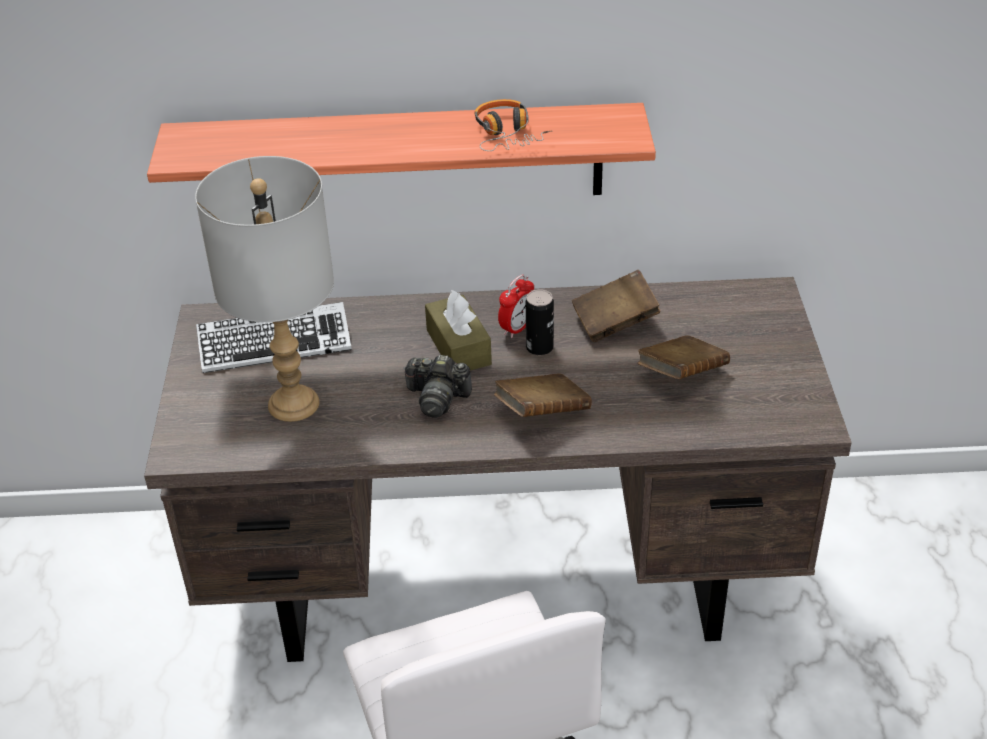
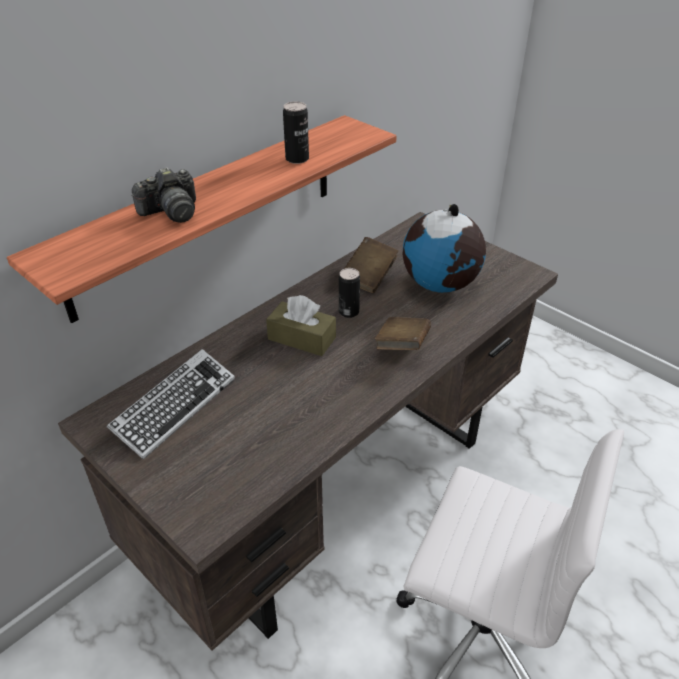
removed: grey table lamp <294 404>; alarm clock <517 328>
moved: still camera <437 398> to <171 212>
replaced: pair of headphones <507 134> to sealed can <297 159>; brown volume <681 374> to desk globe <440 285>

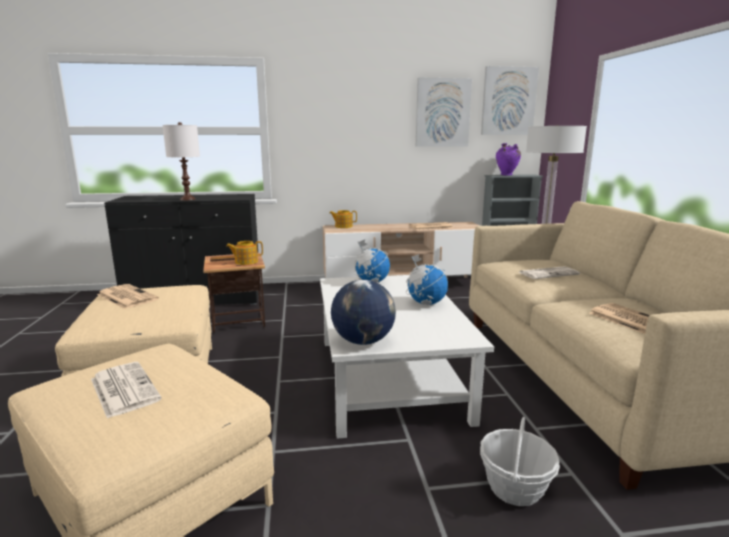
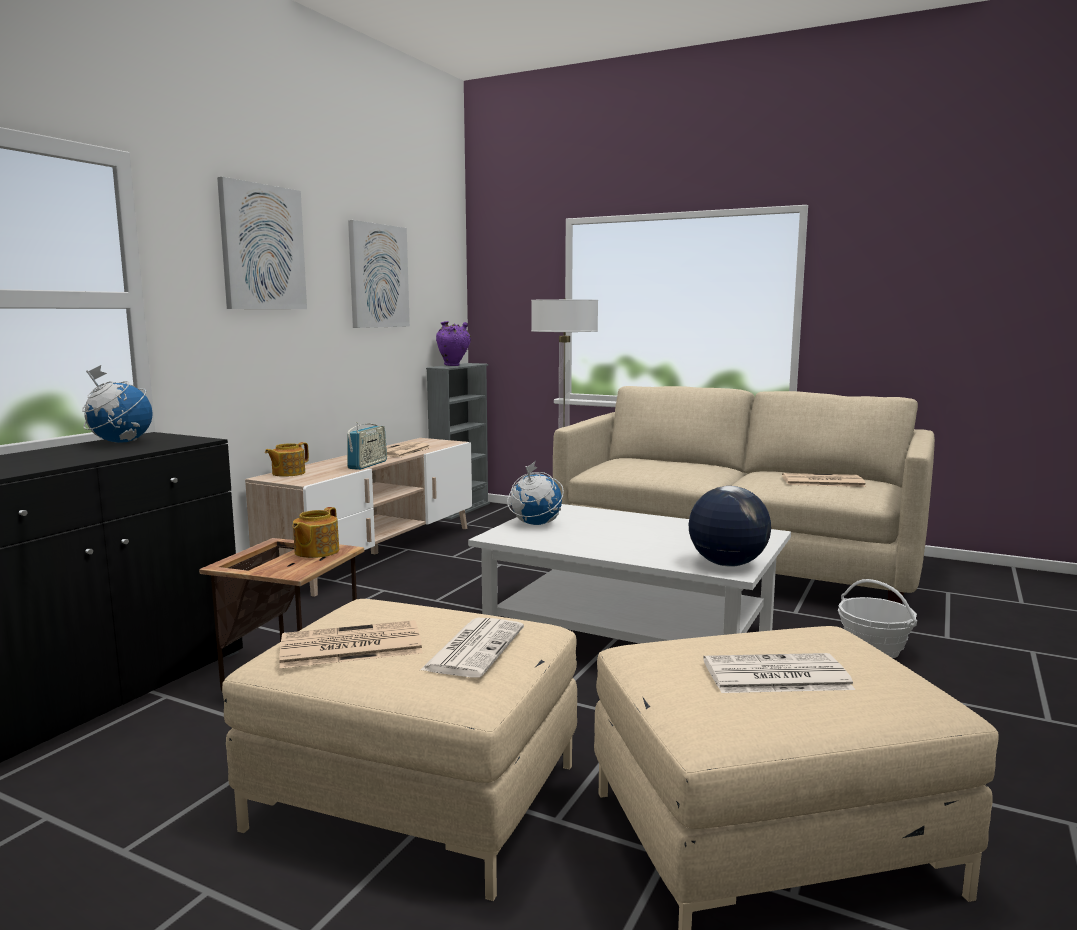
removed: white-coloured table lamp <188 199>
added: radio set <367 465>
moved: wall picture <508 101> to <262 247>; desk globe <426 303> to <120 442>; daily paper <548 273> to <474 648>

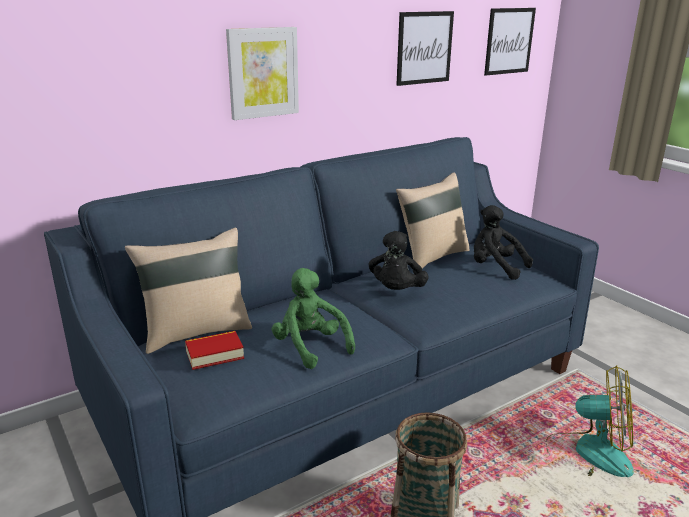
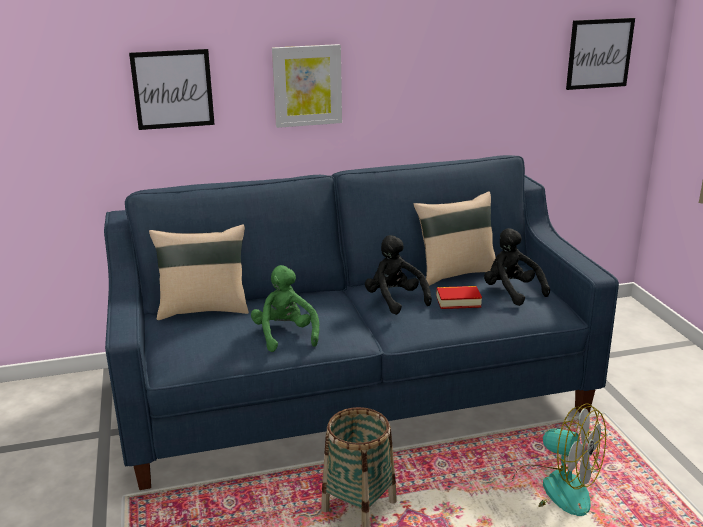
moved: wall picture <424 48> to <173 89>; volume <214 355> to <458 301>
turned: black-coloured soft toy <396 291> = <395 300> 120 degrees clockwise

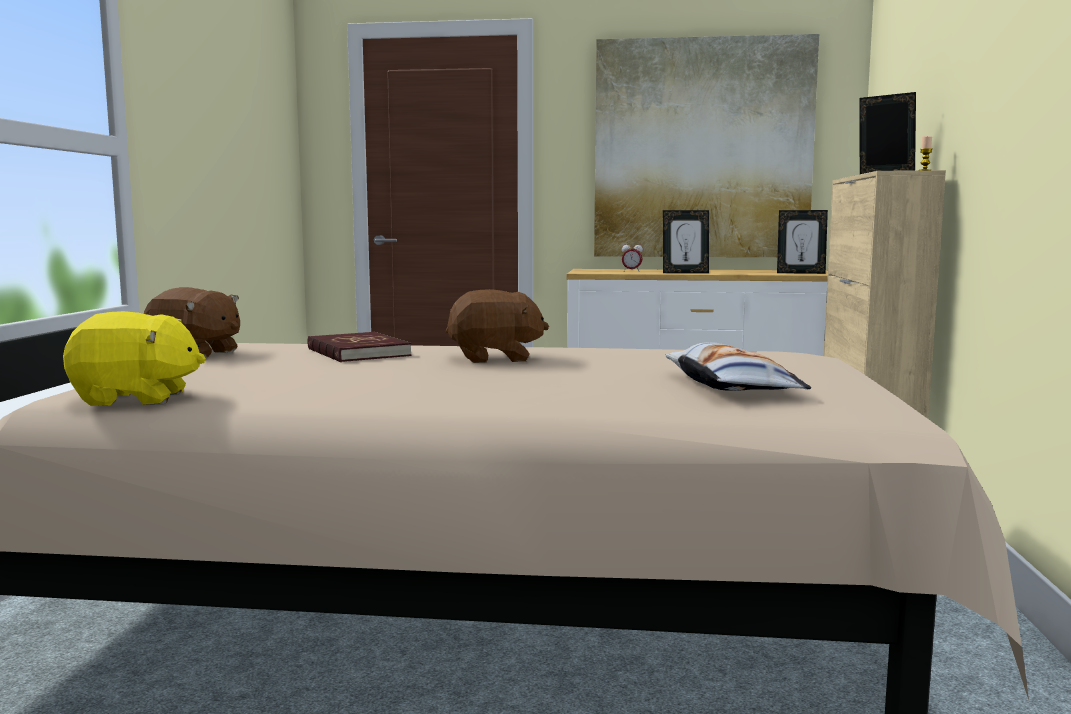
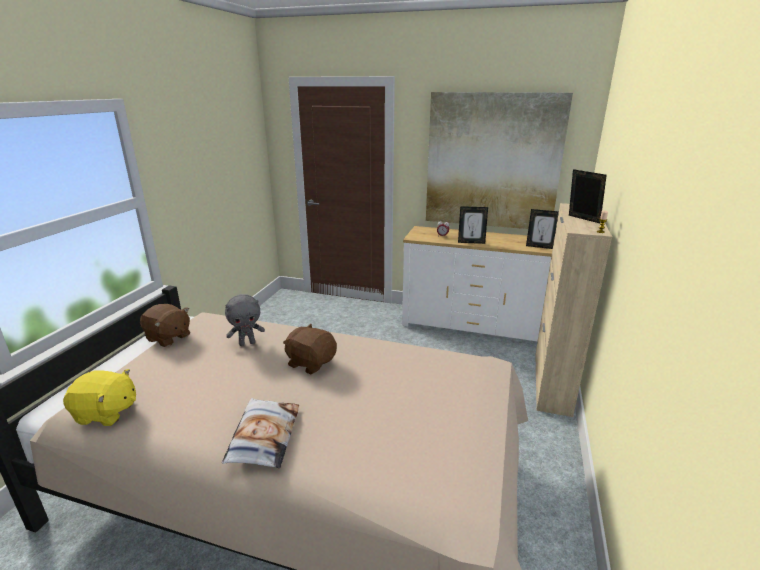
moved: throw pillow <730 385> to <264 437>
replaced: red-coloured volume <357 352> to grey soft toy <247 343>
turned: brown soft toy <495 358> = <311 363> 150 degrees counterclockwise

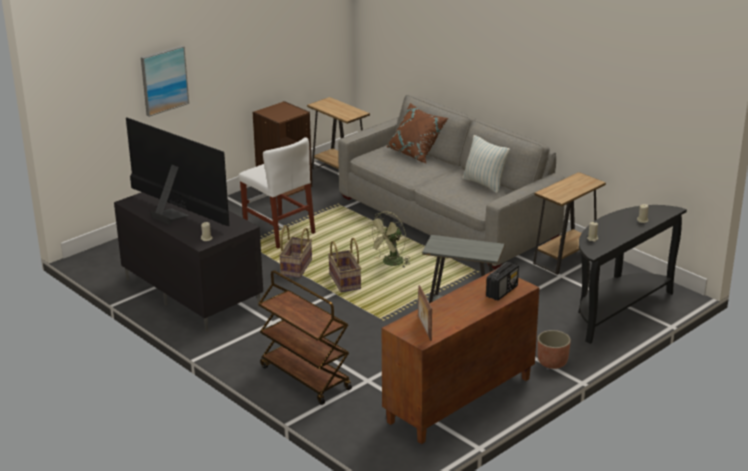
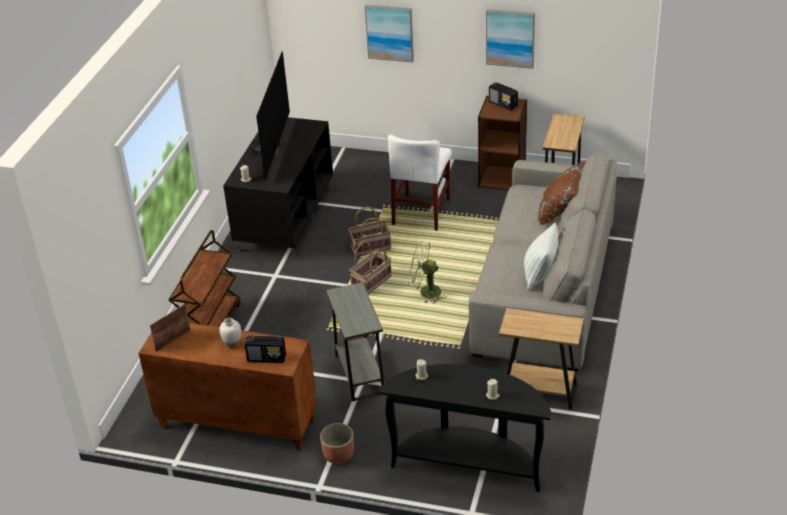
added: wall picture <510 38>; radio set <503 104>; white-coloured decorative vase <232 343>

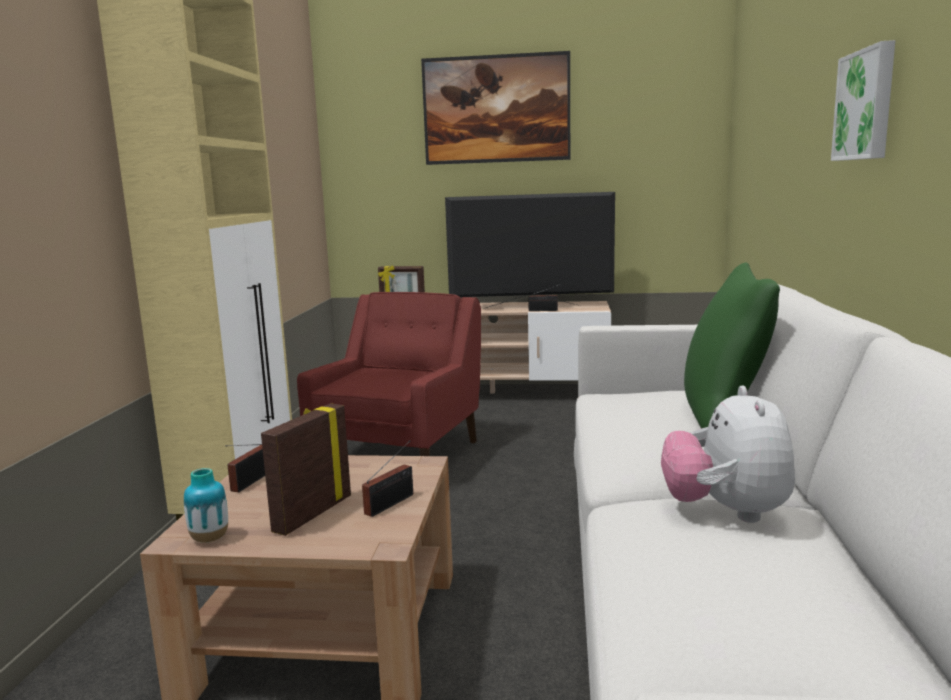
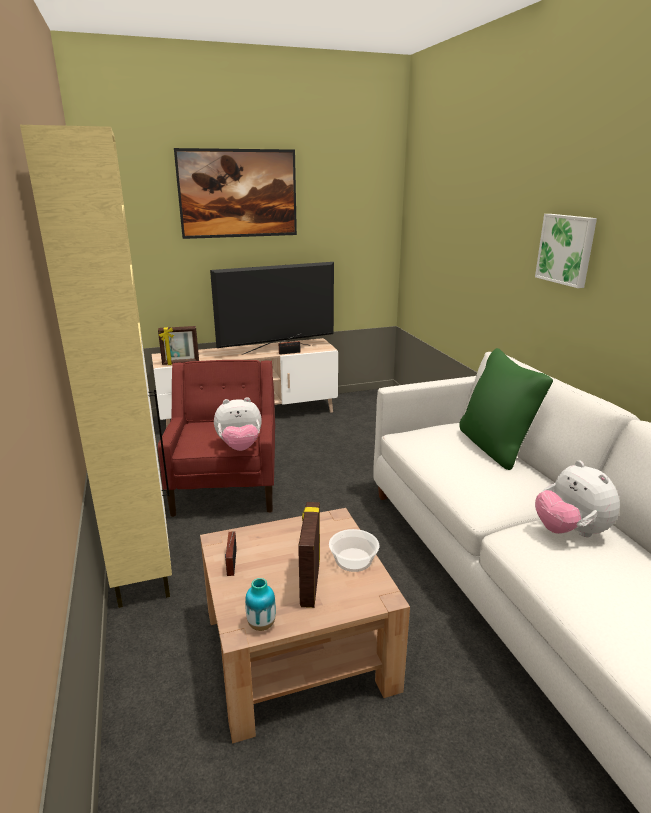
added: soft toy <240 447>
replaced: radio set <392 503> to bowl <353 559>

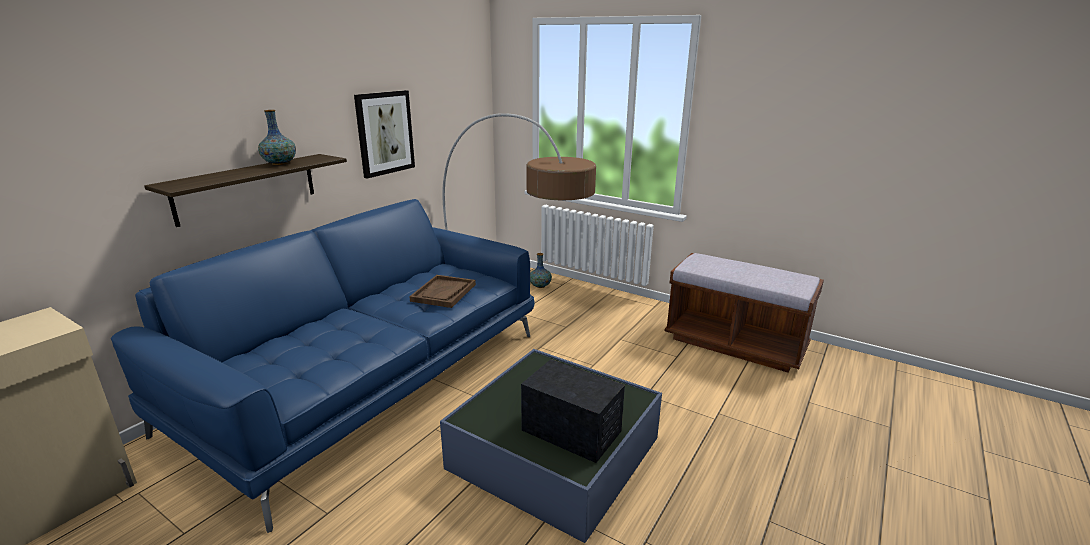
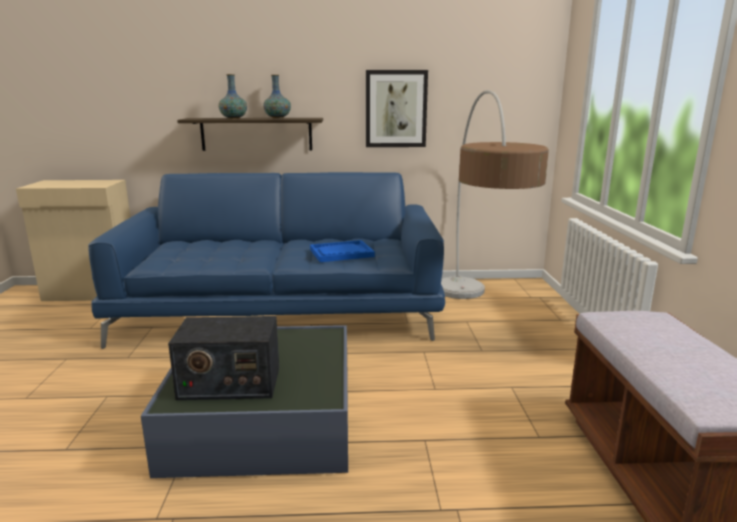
moved: decorative vase <540 286> to <233 118>
recoloured: brown carrying tray <444 293> to blue carrying tray <341 253>
turned: radio set <572 431> = <229 383> 90 degrees clockwise

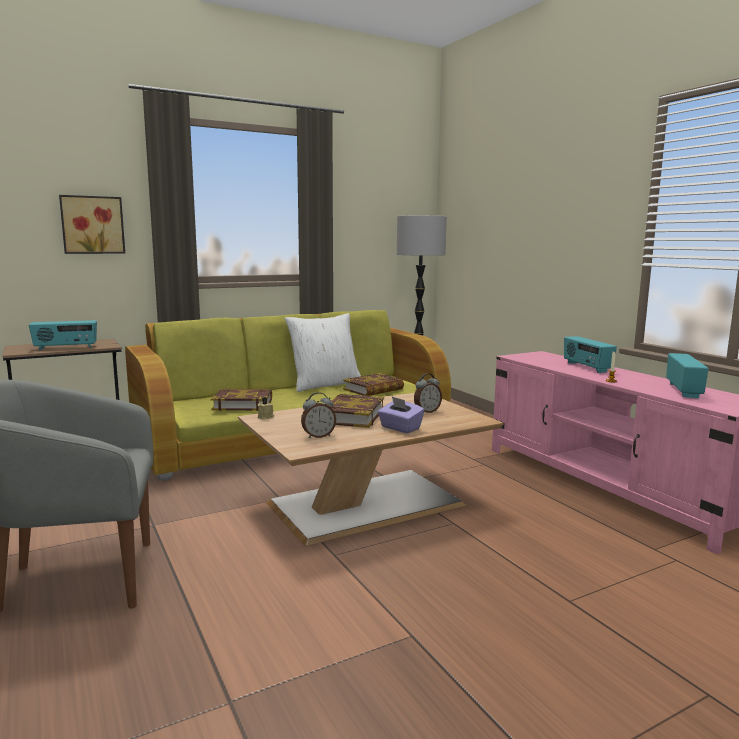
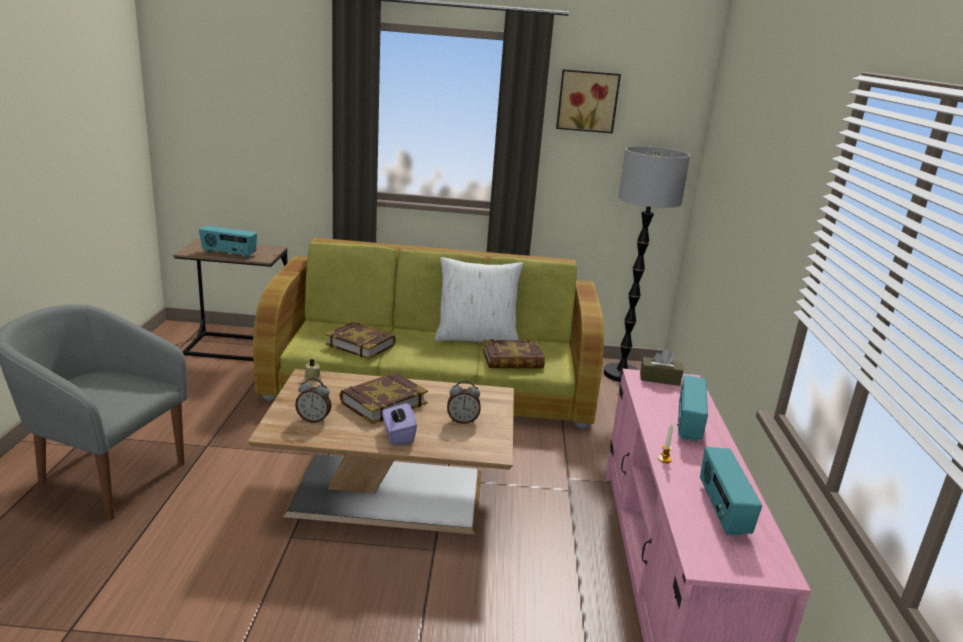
added: brown box of tissues <659 378>
moved: wall picture <92 225> to <587 101>
turned: radio set <684 390> = <722 510> 135 degrees clockwise

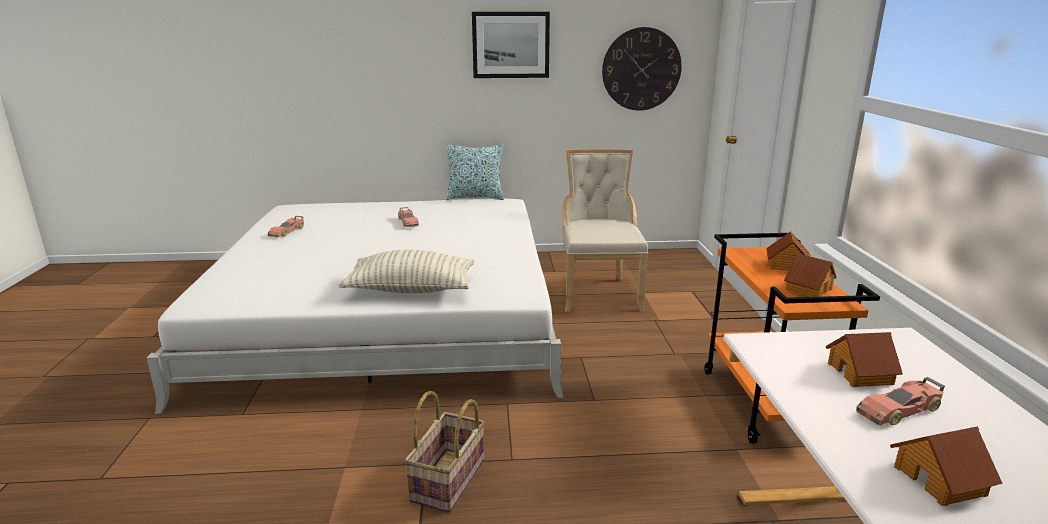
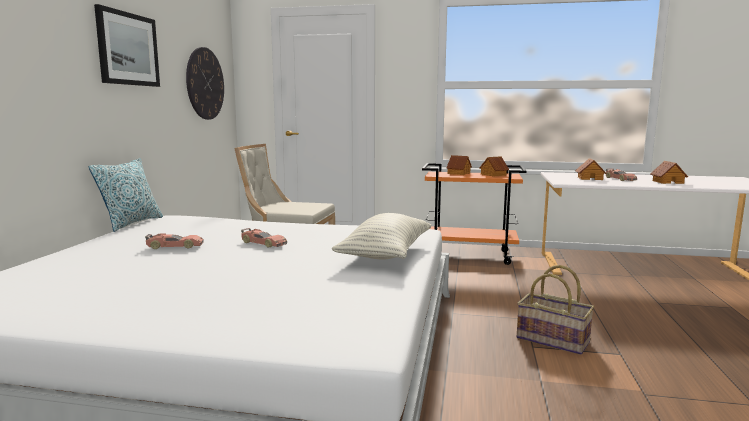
moved: model car <287 231> to <263 243>

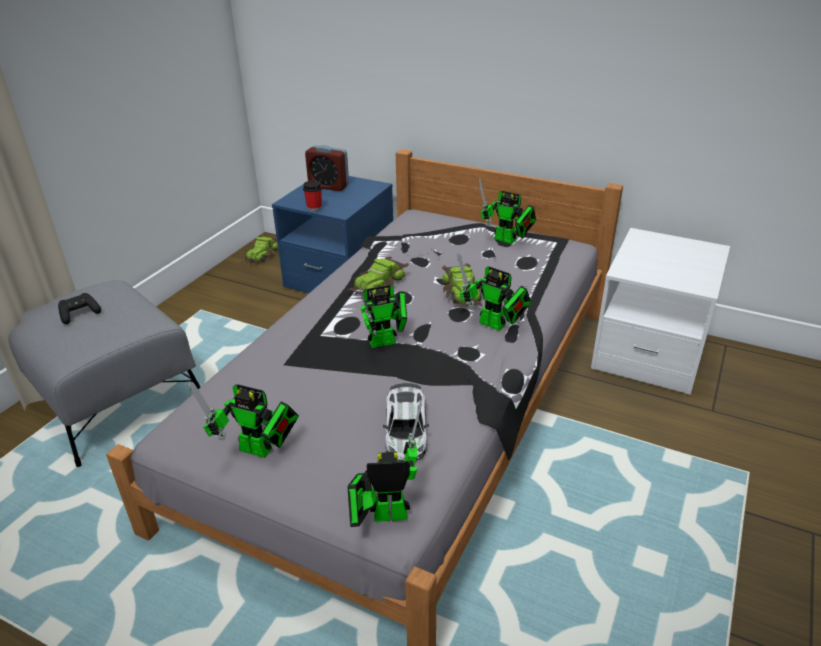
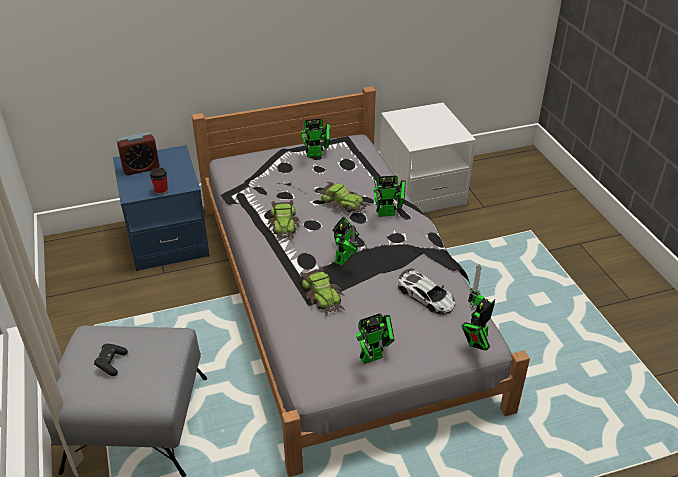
moved: model car <262 255> to <323 295>

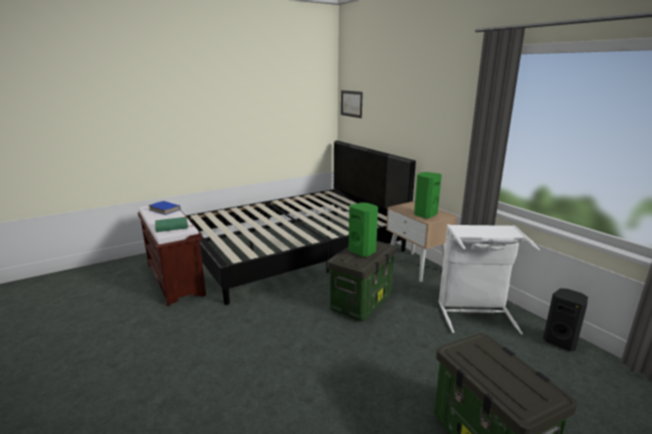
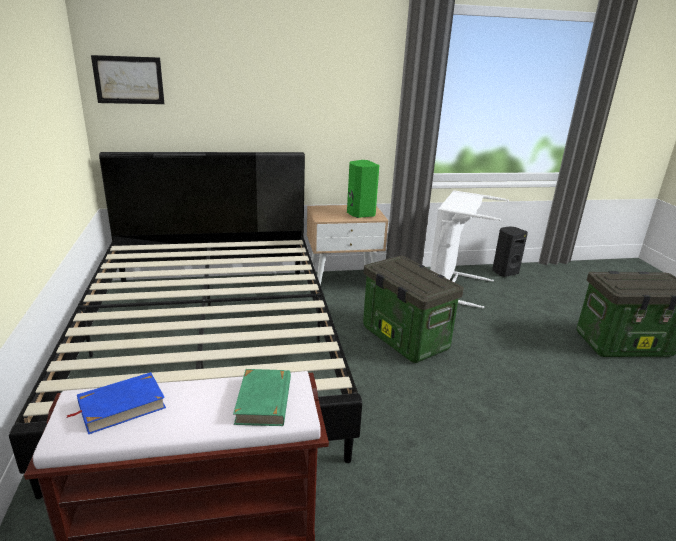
removed: green-coloured loudspeaker <363 251>

